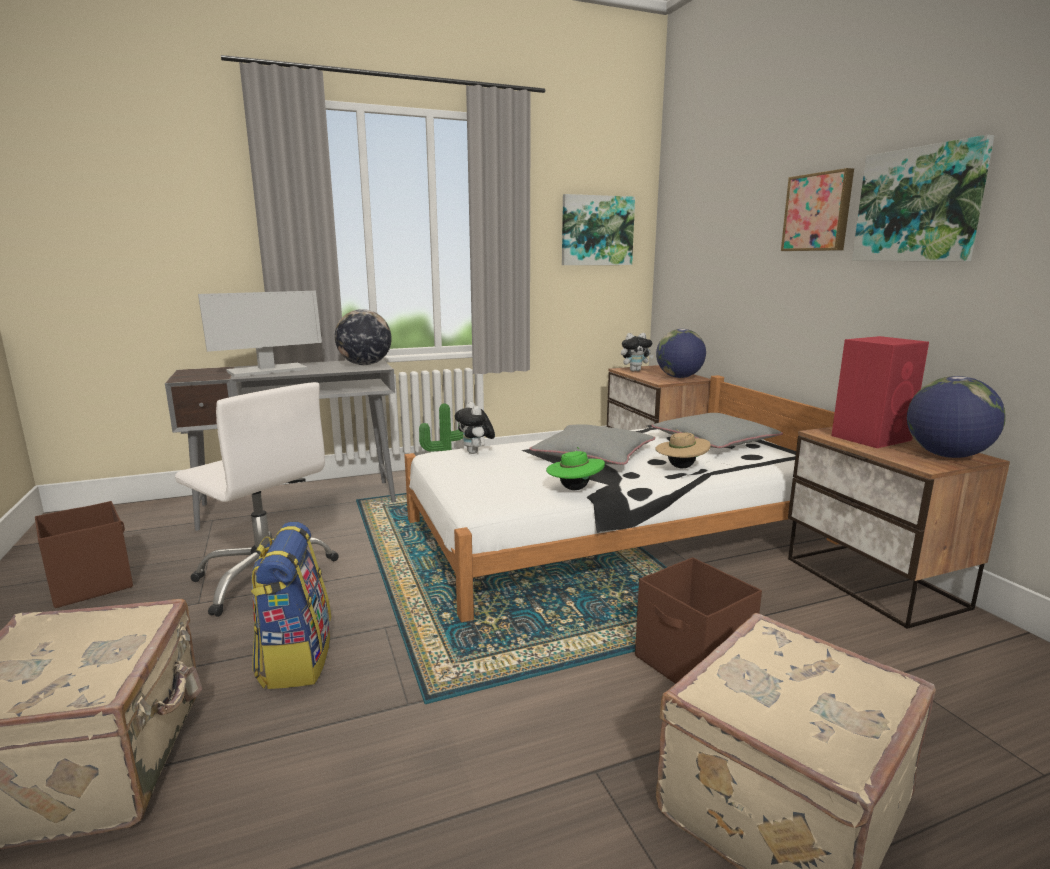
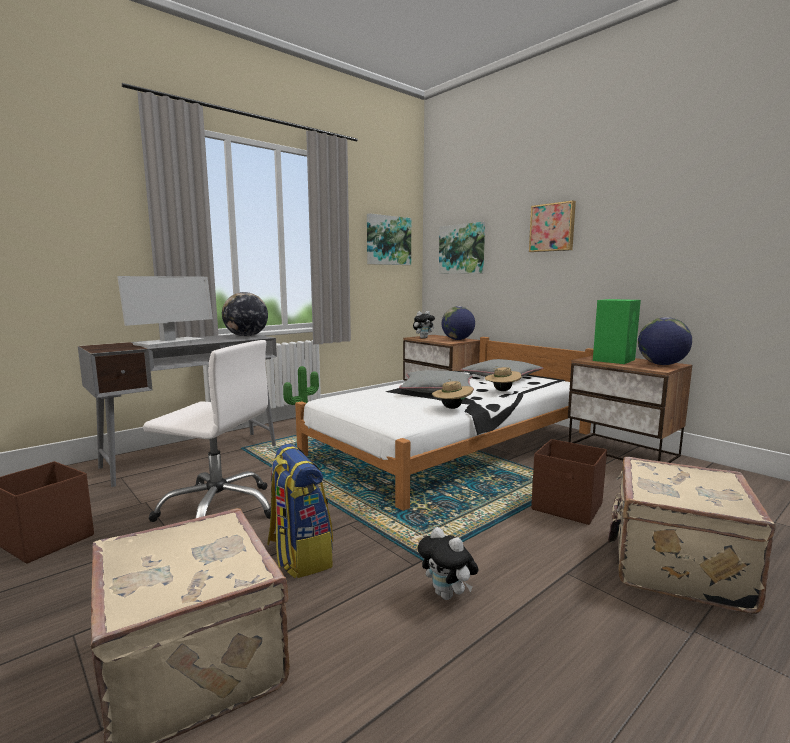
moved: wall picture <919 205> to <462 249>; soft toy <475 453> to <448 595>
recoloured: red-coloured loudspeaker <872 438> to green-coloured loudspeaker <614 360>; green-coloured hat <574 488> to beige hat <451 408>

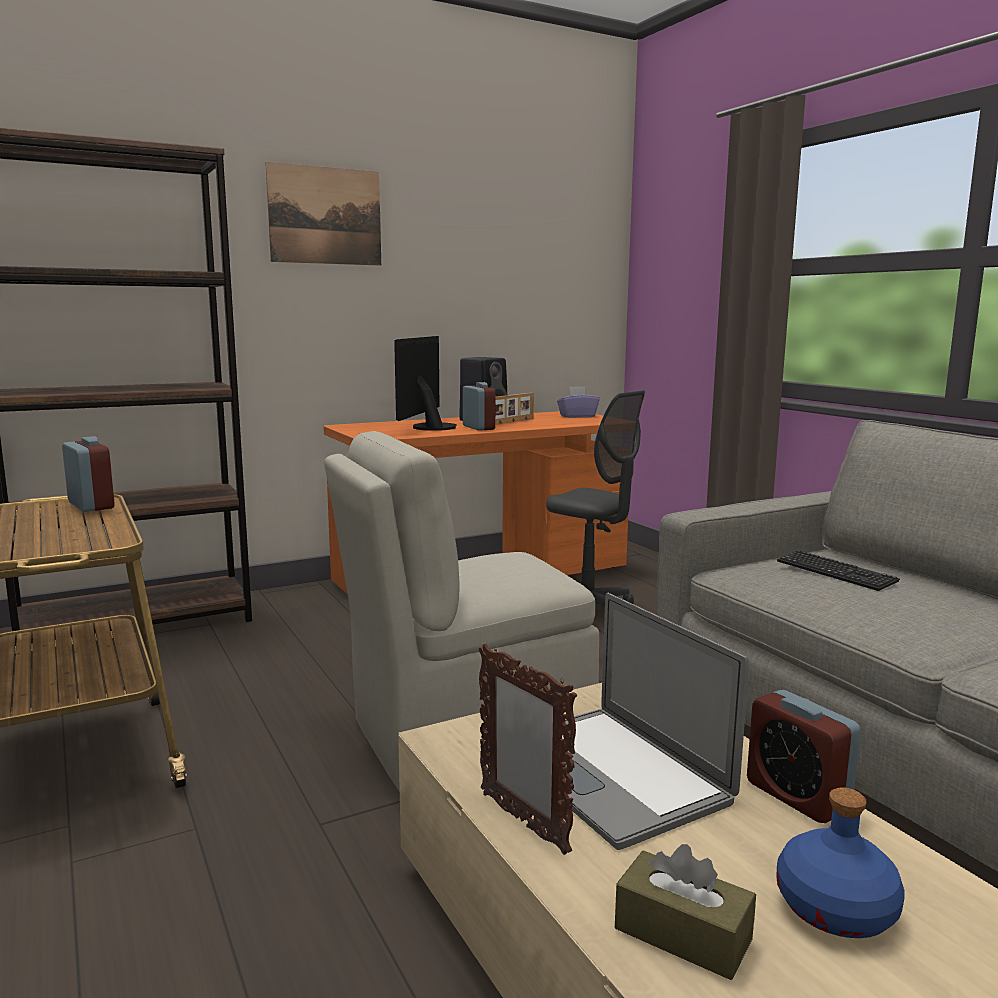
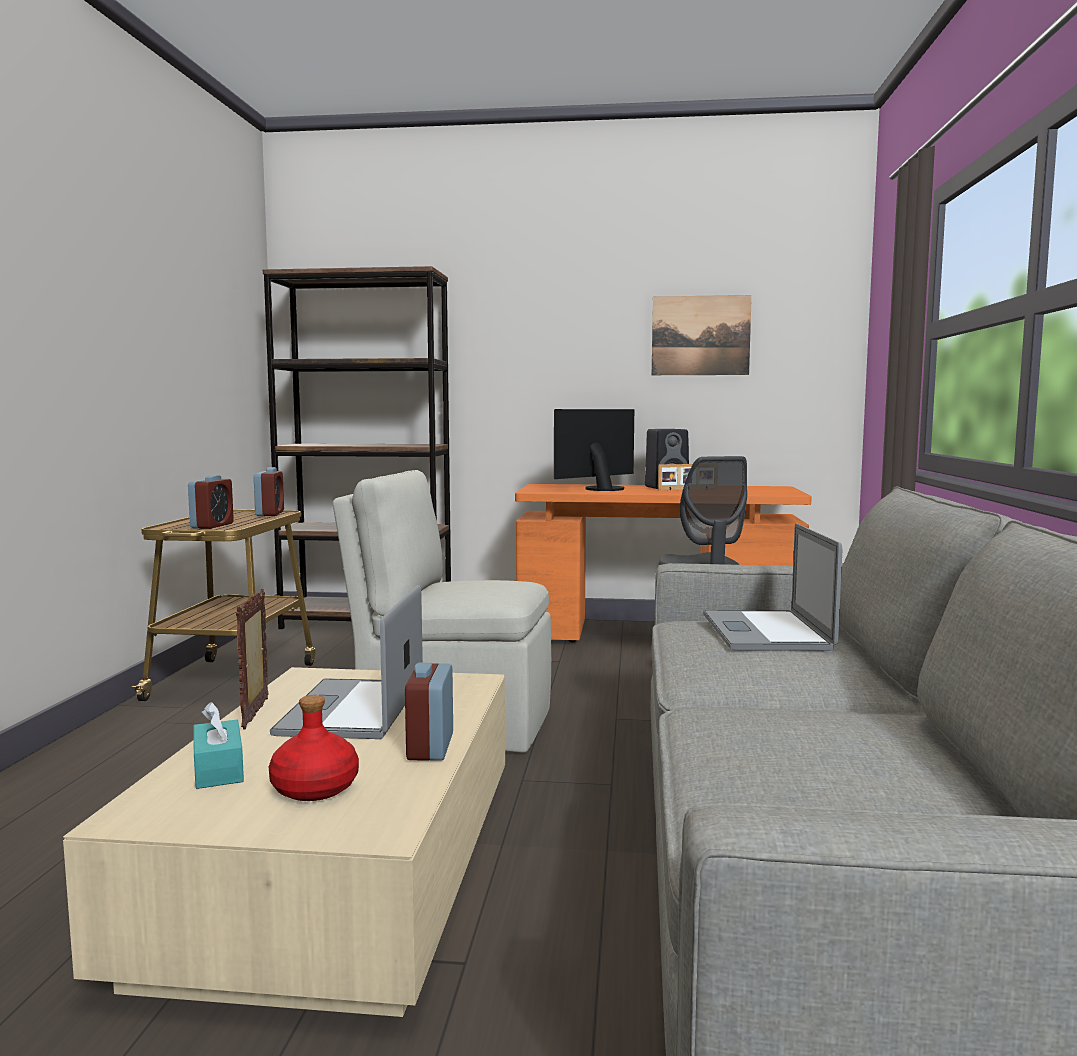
removed: purple-coloured box of tissues <577 416>
moved: wall picture <325 216> to <700 335>; alarm clock <478 428> to <212 526>
replaced: computer keyboard <835 573> to laptop <765 631>
recoloured: blue beverage bottle <835 909> to red-coloured beverage bottle <313 788>; brown box of tissues <682 934> to turquoise-coloured box of tissues <218 769>

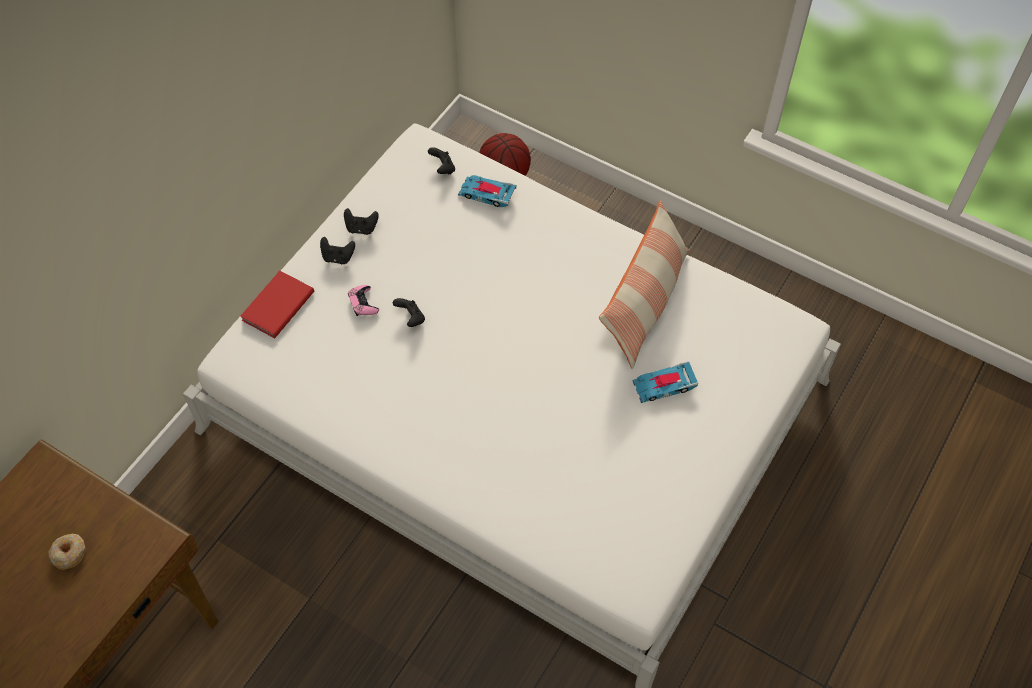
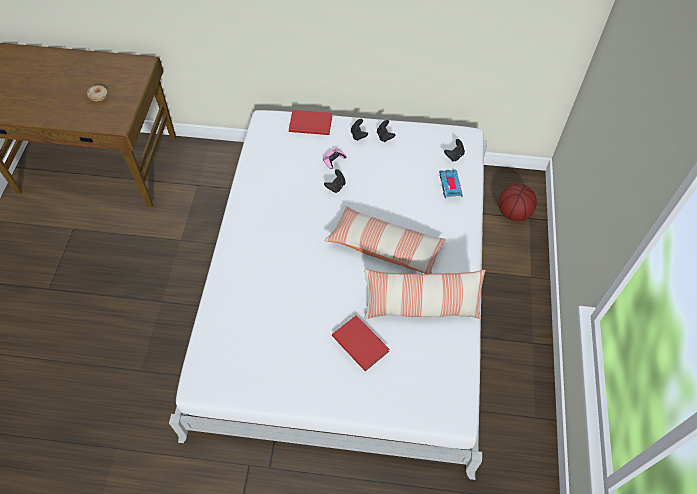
added: throw pillow <385 247>
replaced: model car <664 385> to red-coloured volume <360 342>

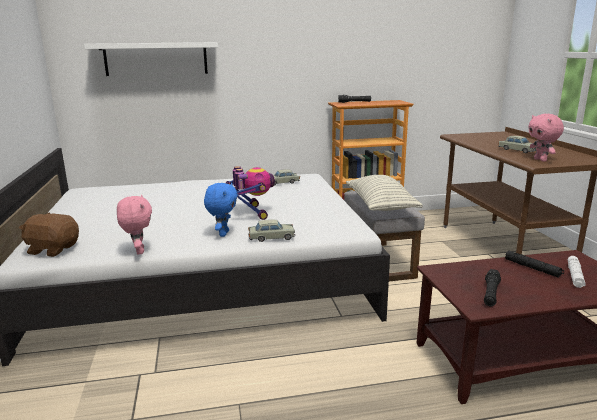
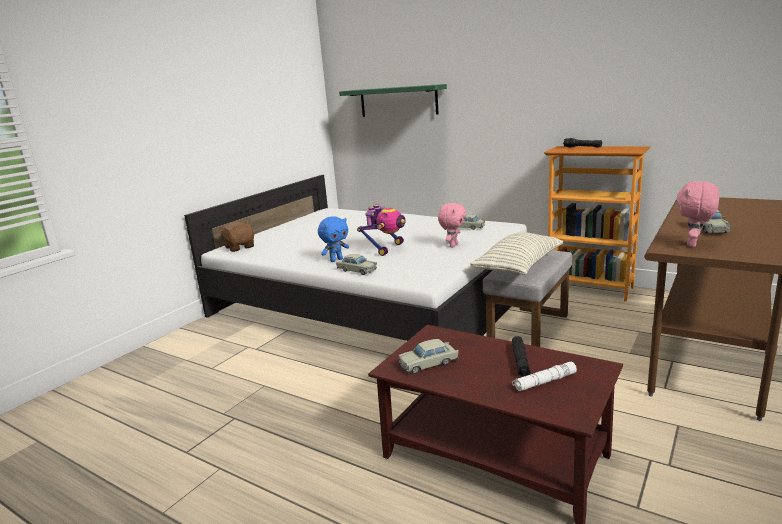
moved: pinkish soft toy <138 251> to <453 245>
replaced: black-coloured hand torch <491 293> to beige model car <428 363>
recoloured: white-coloured wall shelf <156 59> to green-coloured wall shelf <398 101>

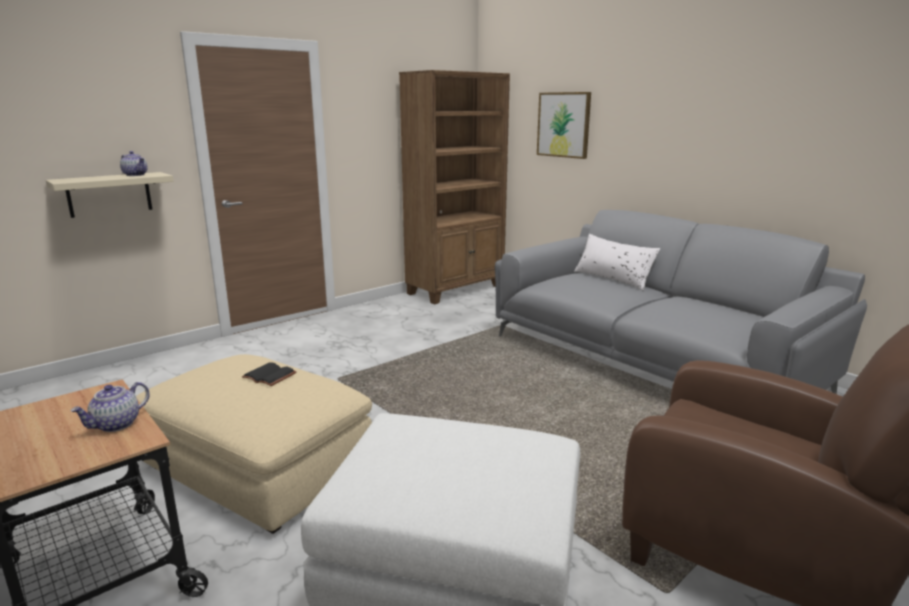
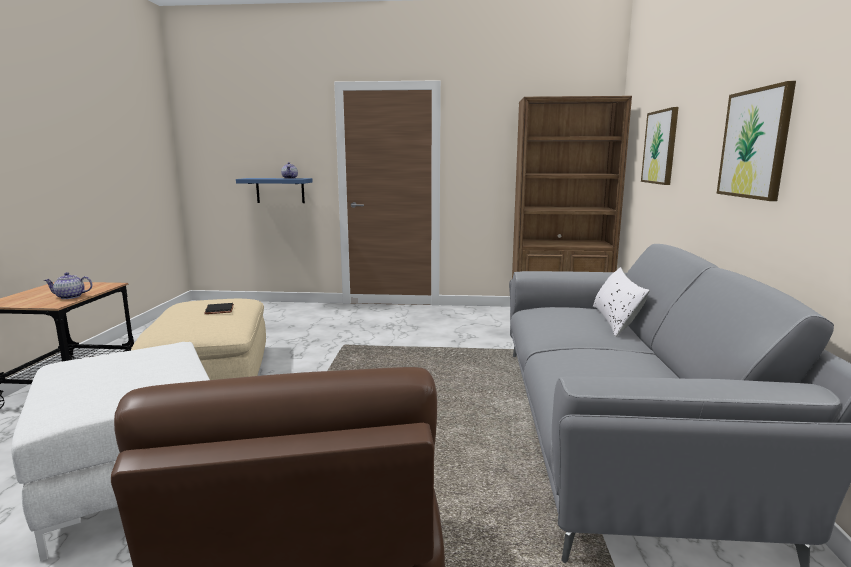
added: wall picture <755 144>
recoloured: beige wall shelf <109 194> to blue wall shelf <280 190>

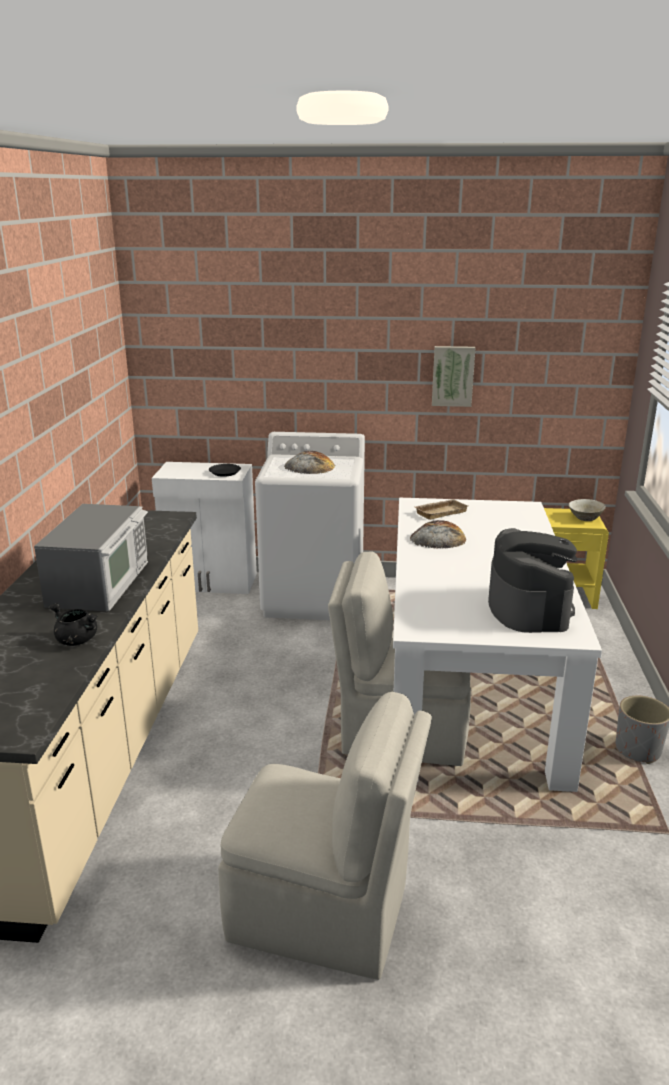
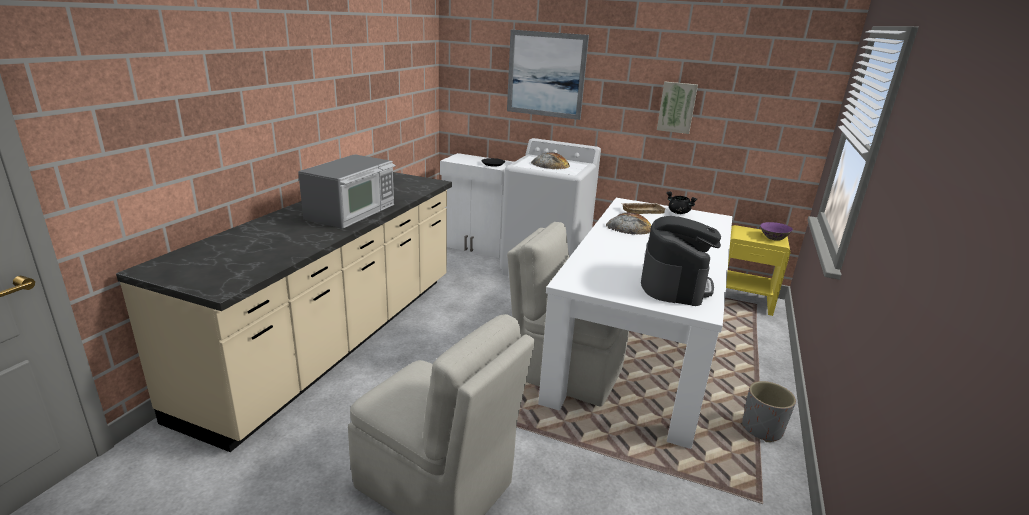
added: wall picture <546 74>
moved: black-coloured cooking pot <76 640> to <678 212>
recoloured: beige bowl <585 518> to purple-coloured bowl <773 238>

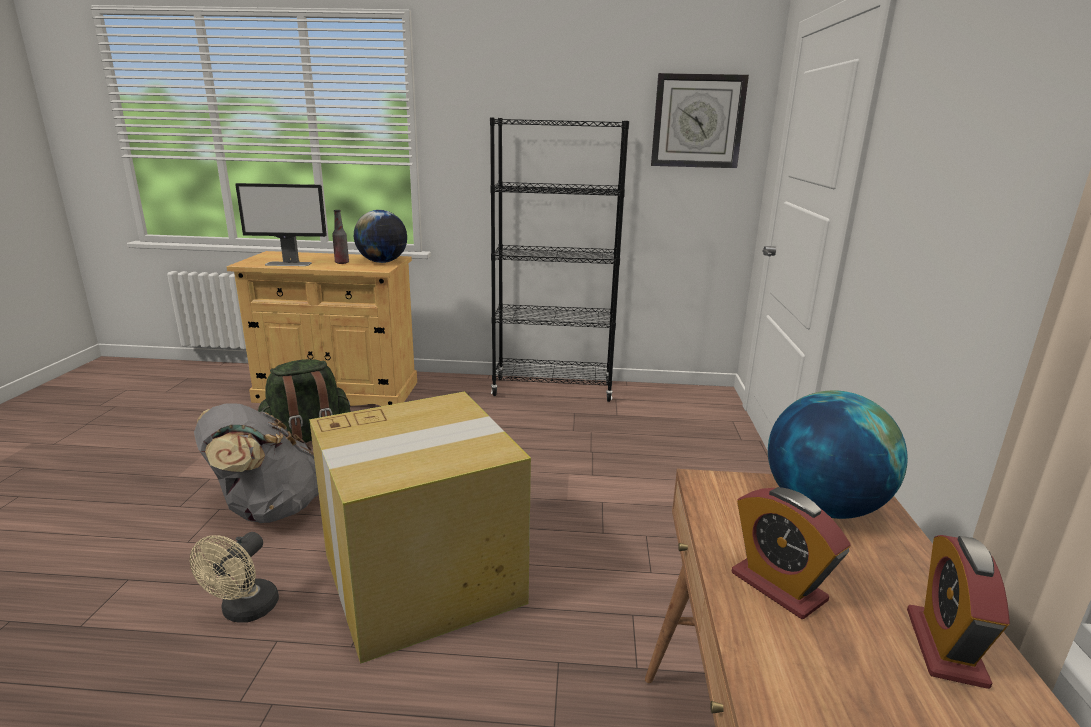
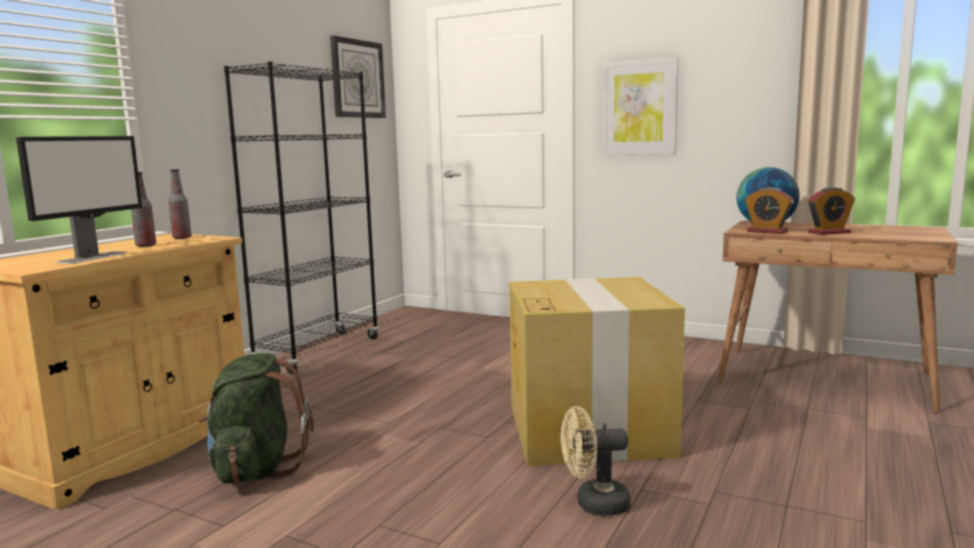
removed: grey rucksack <267 509>
added: wall picture <639 108>
moved: alarm clock <945 647> to <767 231>
replaced: desk globe <382 262> to beverage bottle <182 238>
turned: beige electric fan <245 612> = <594 504> 135 degrees clockwise

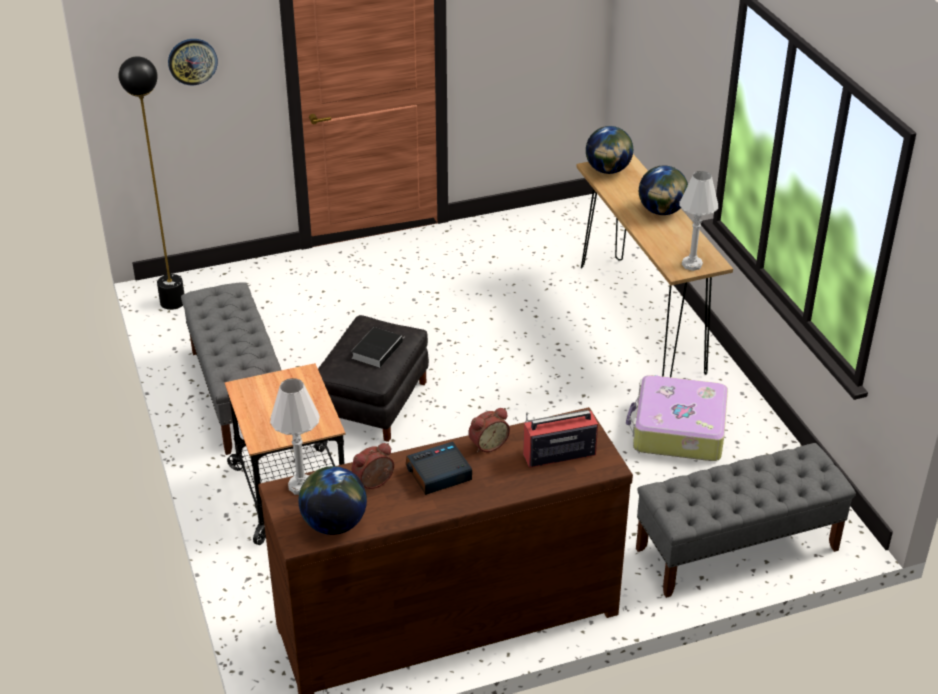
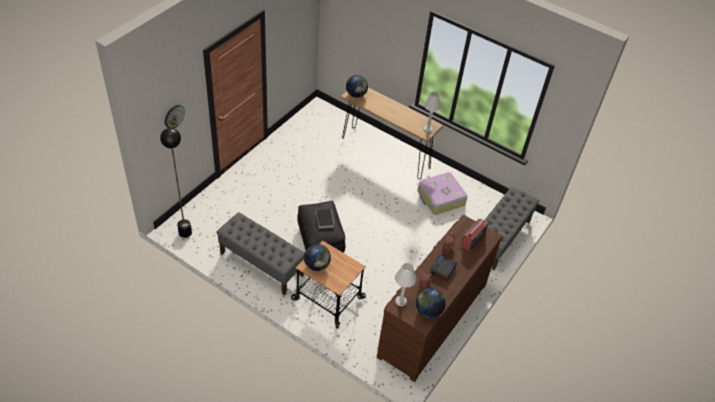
moved: desk globe <661 211> to <317 265>

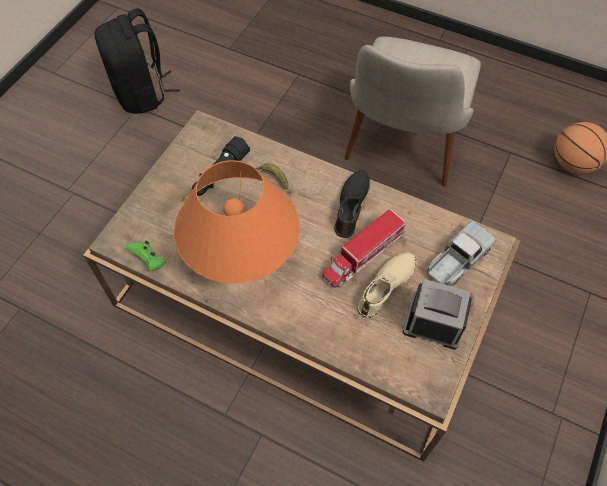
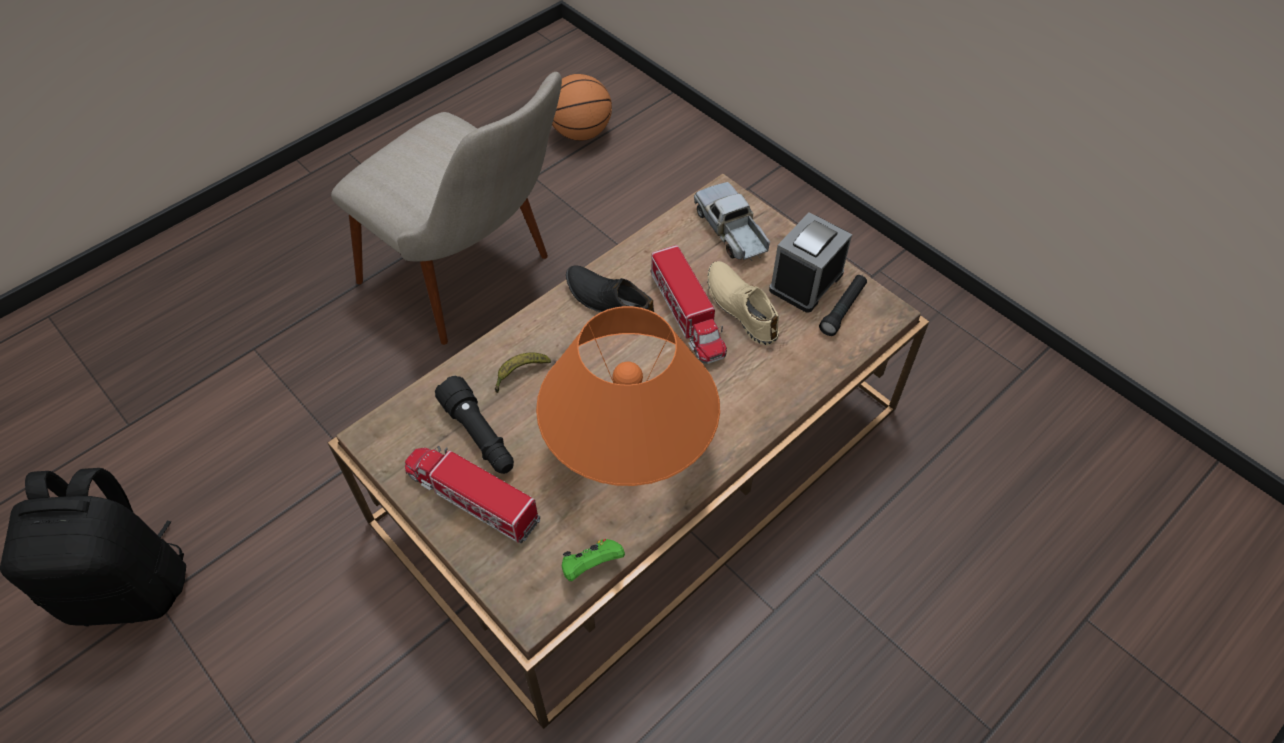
added: black-coloured hand torch <843 309>; model truck <472 498>

